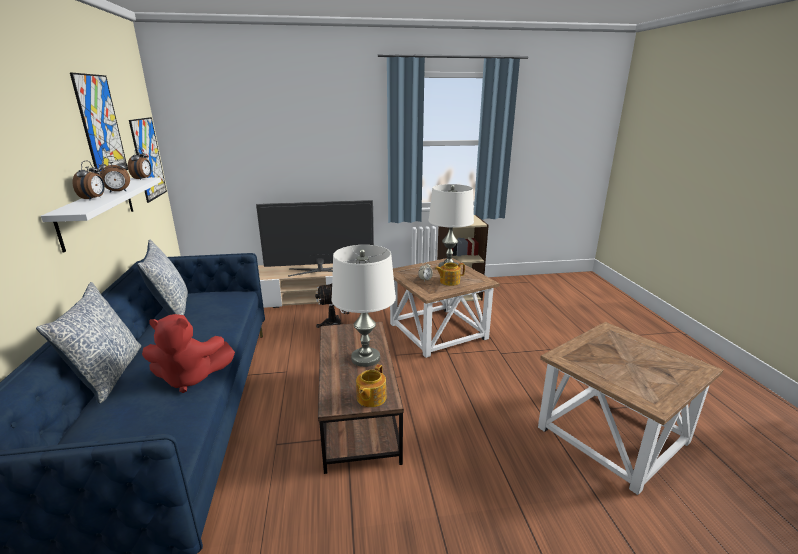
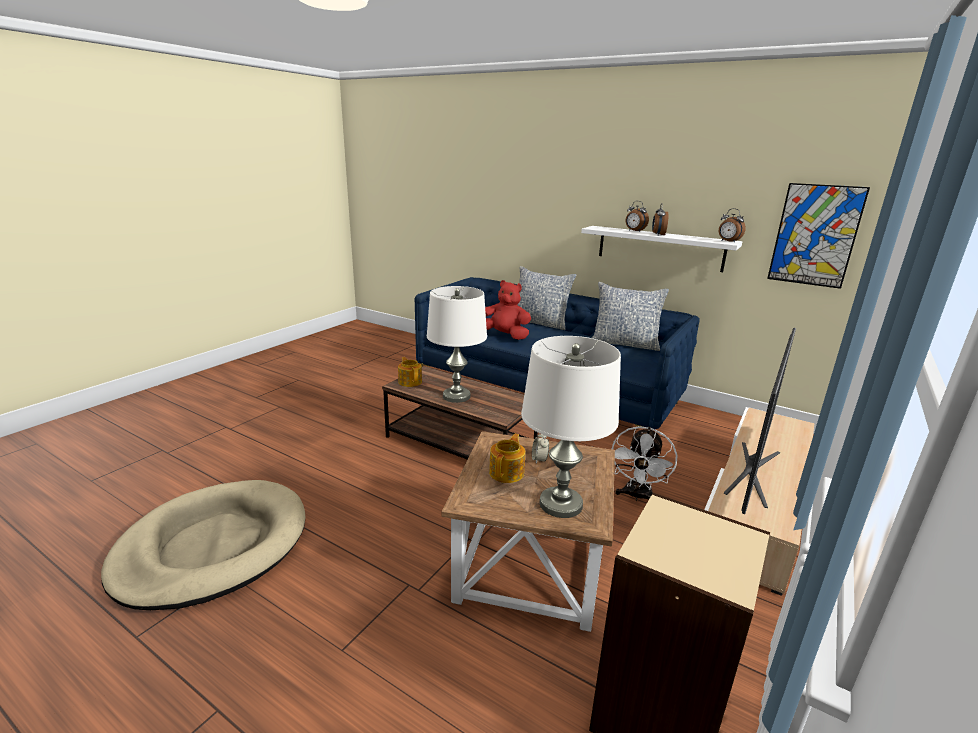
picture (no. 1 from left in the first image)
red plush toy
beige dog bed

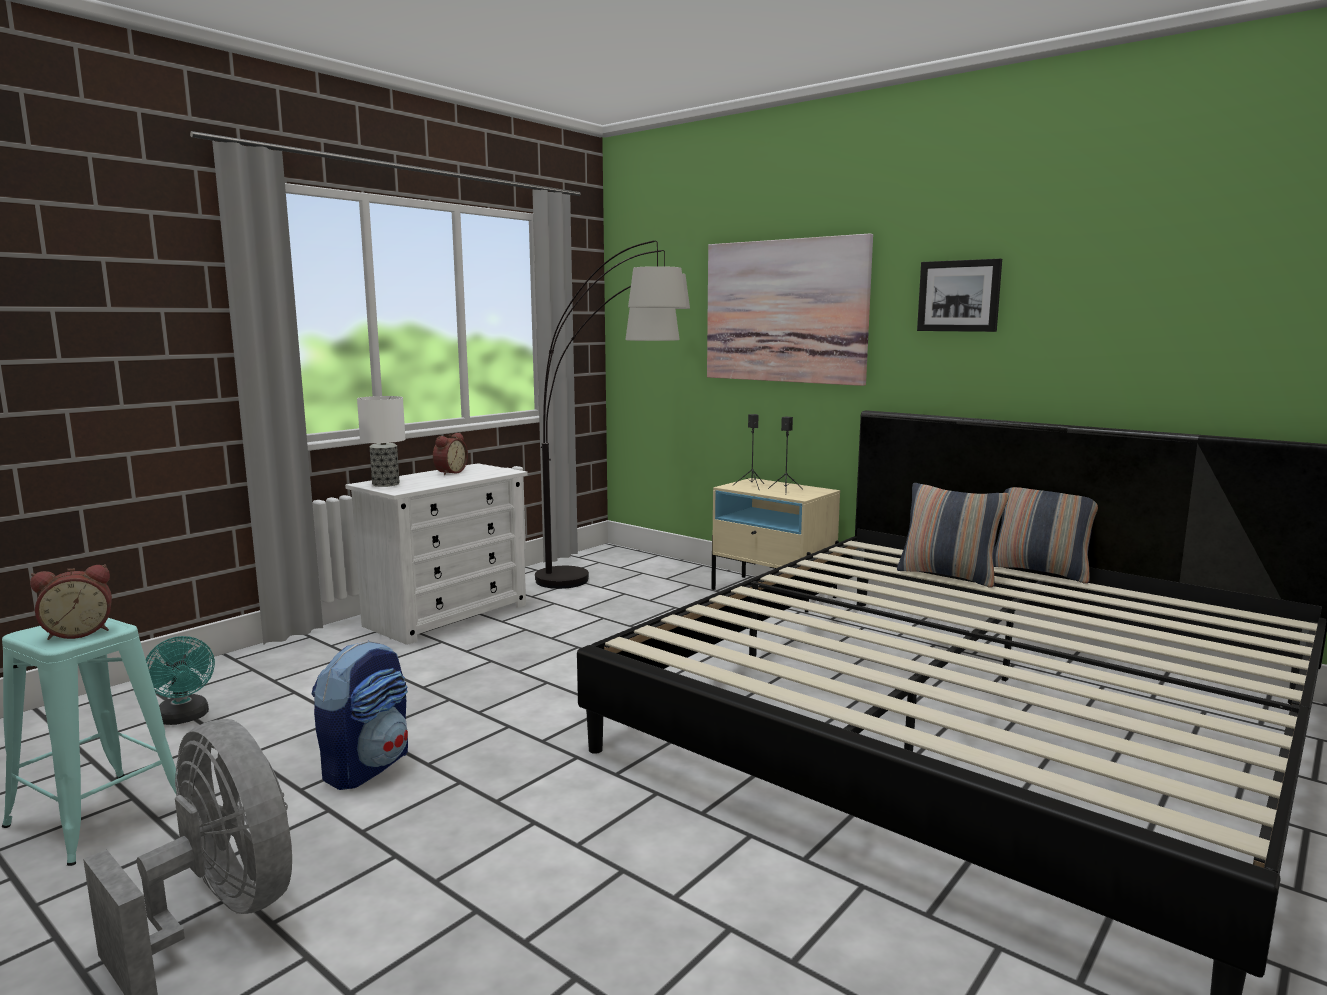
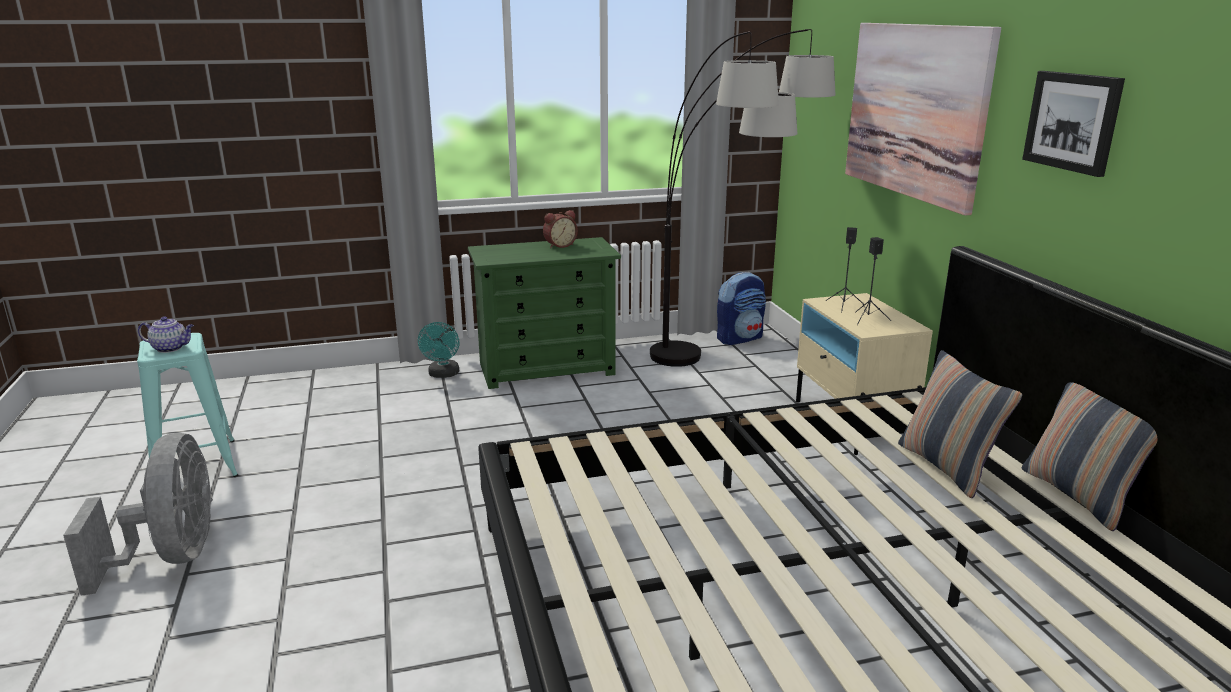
table lamp
green dresser
teapot
turquoise fan
backpack

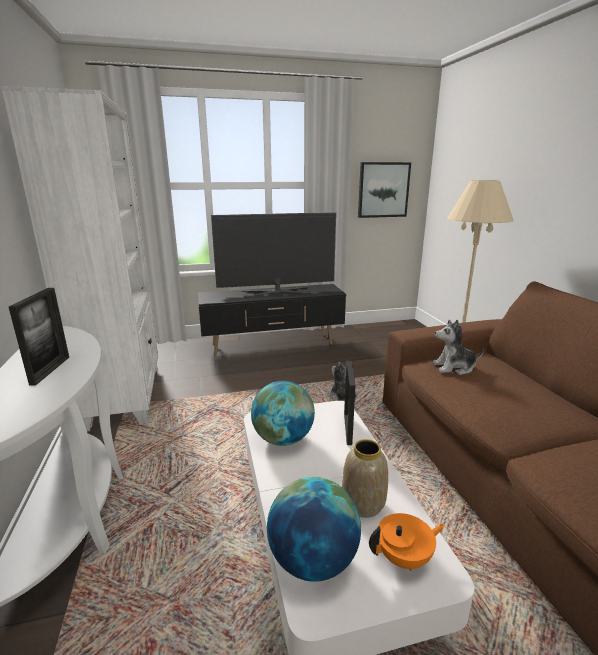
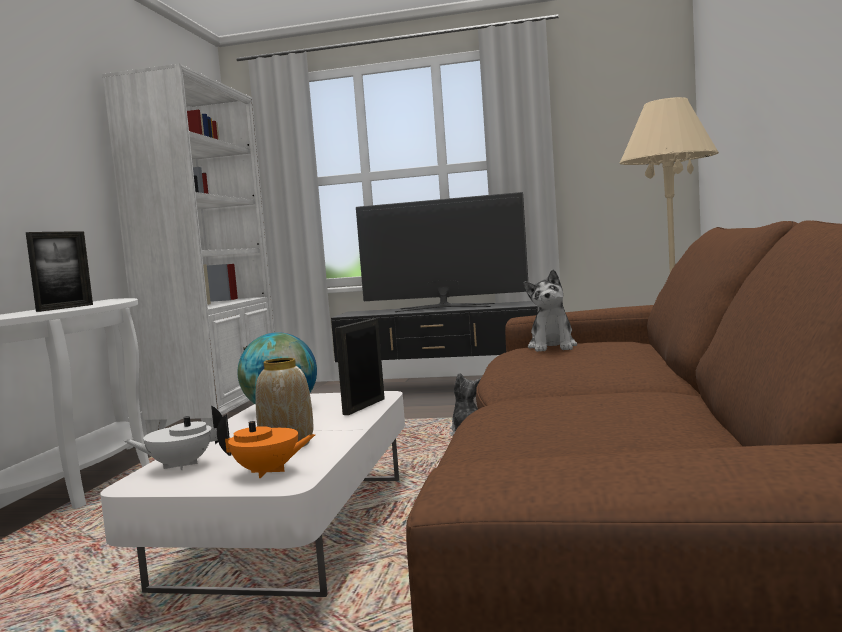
picture
plush toy (no. 2 from left)
white teapot

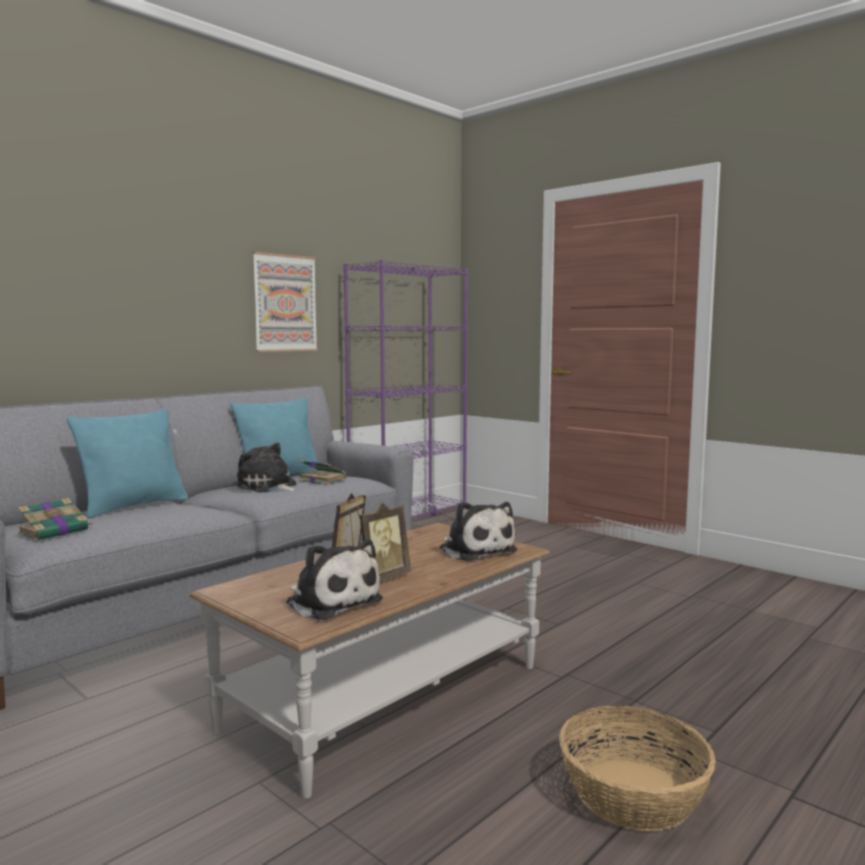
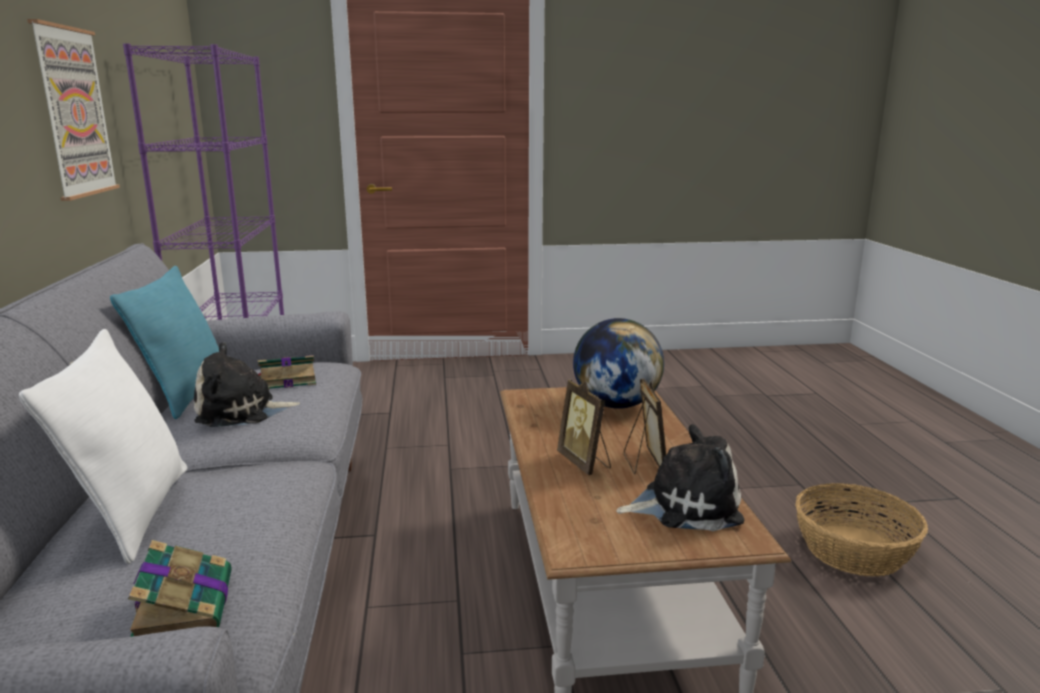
white pillow
globe

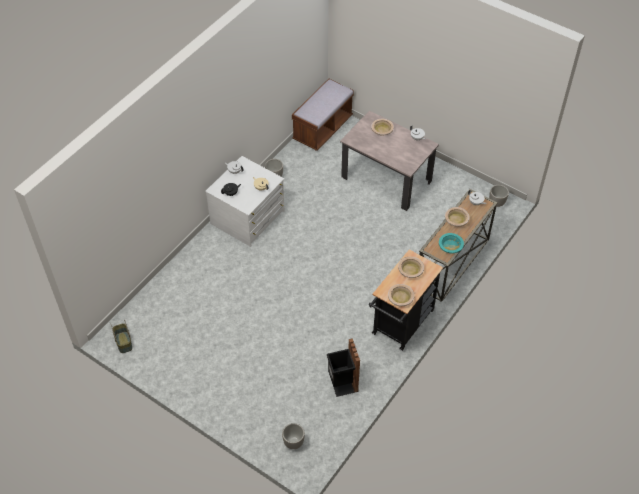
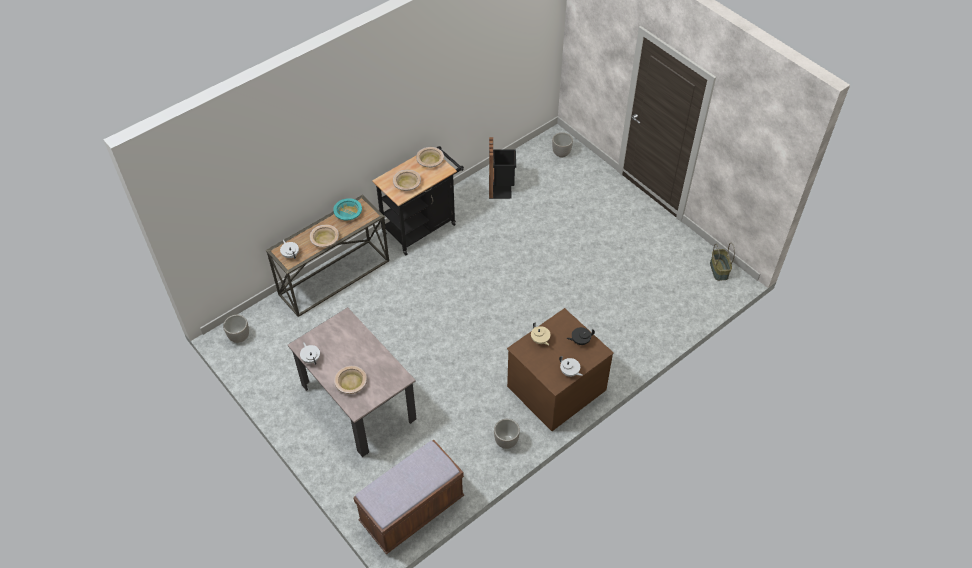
brown dresser

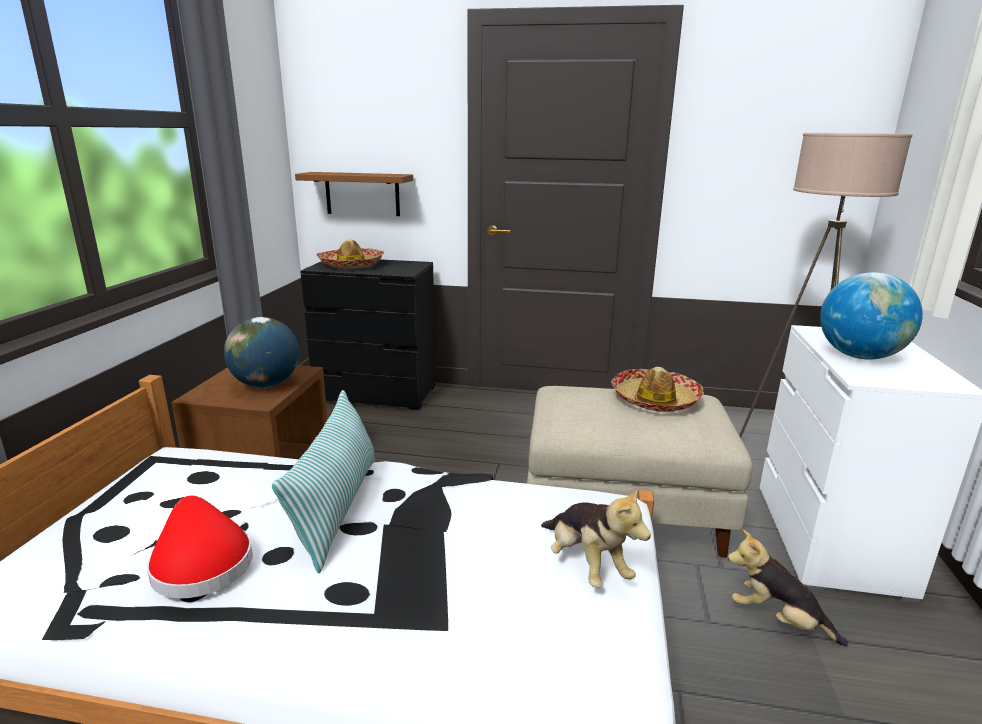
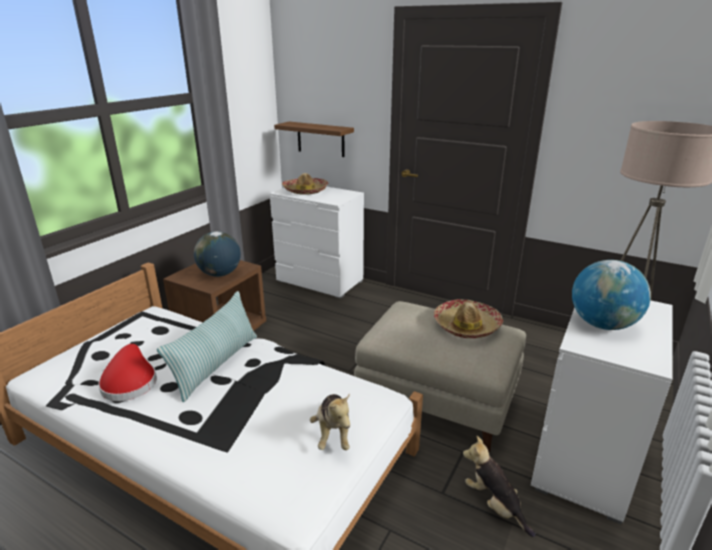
white dresser (no. 1 from left)

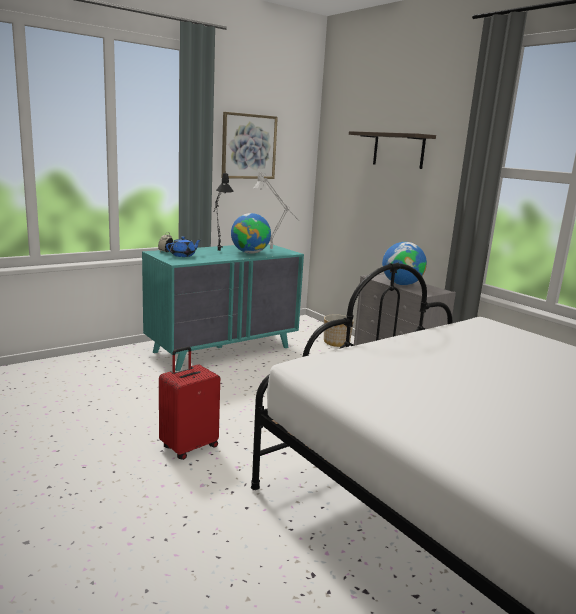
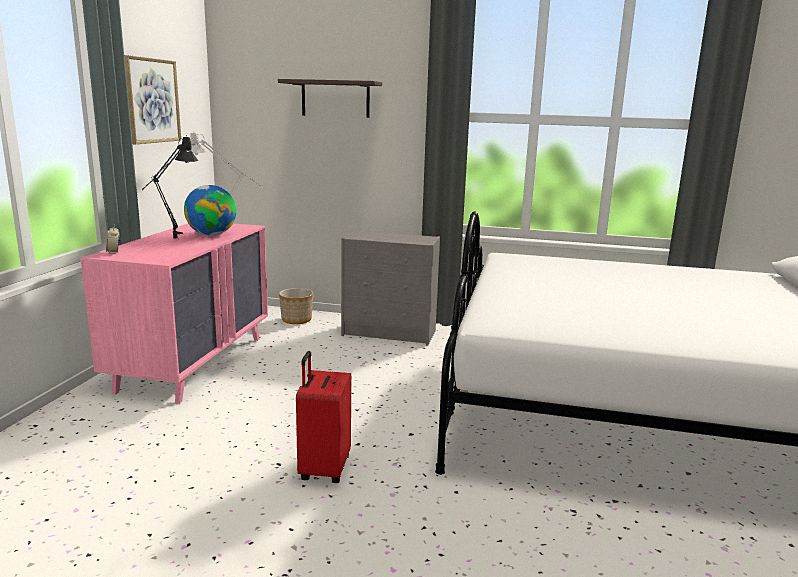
blue teapot
globe (no. 2 from left in the first image)
pink dresser

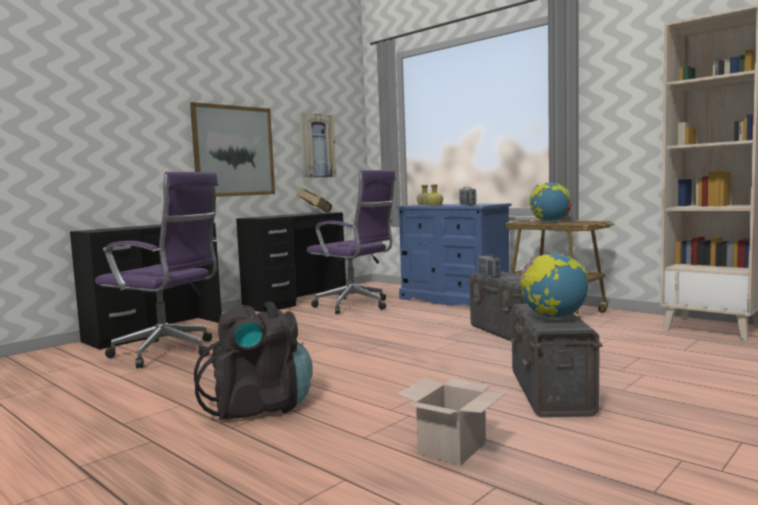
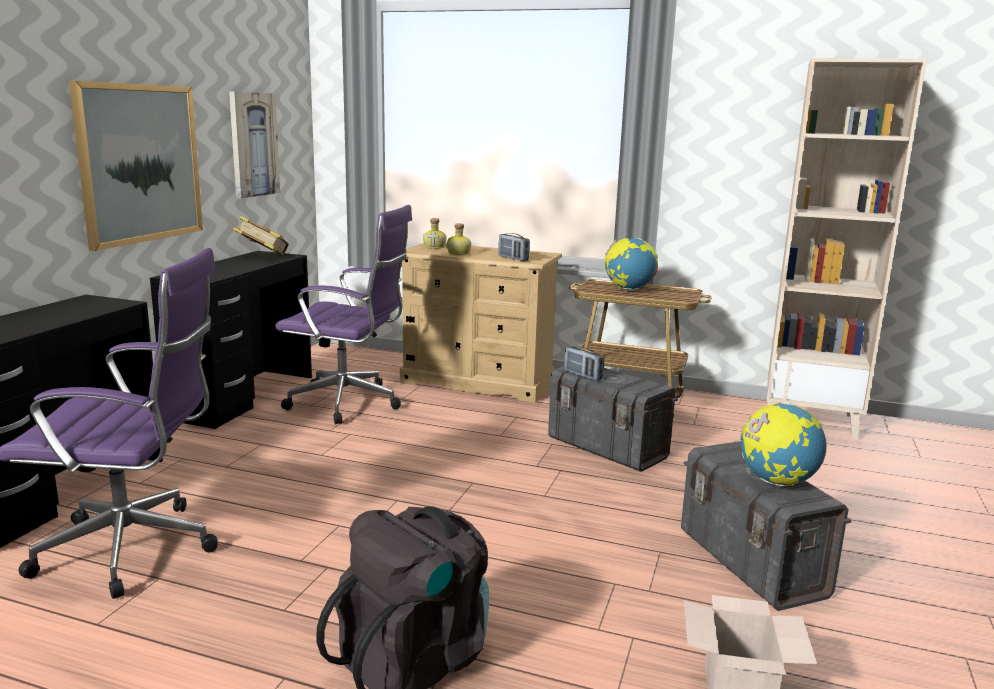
beige dresser

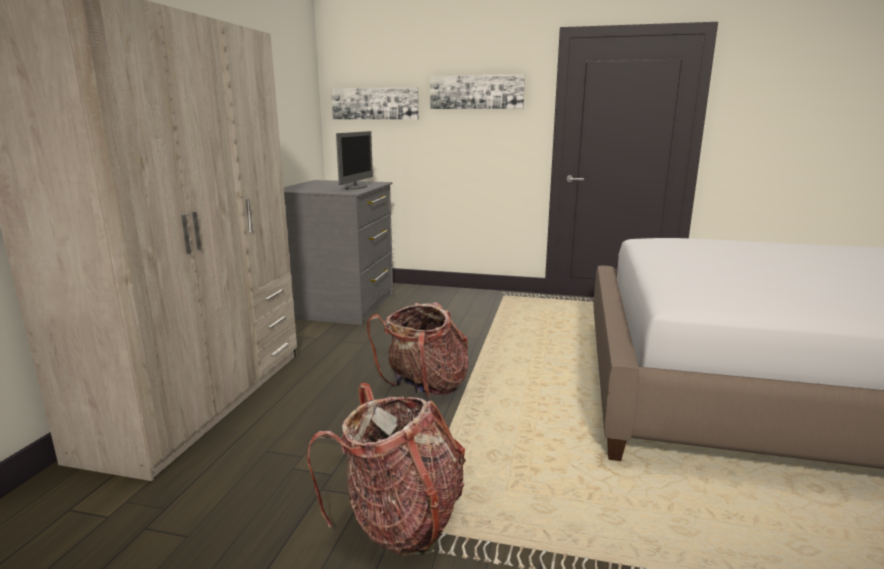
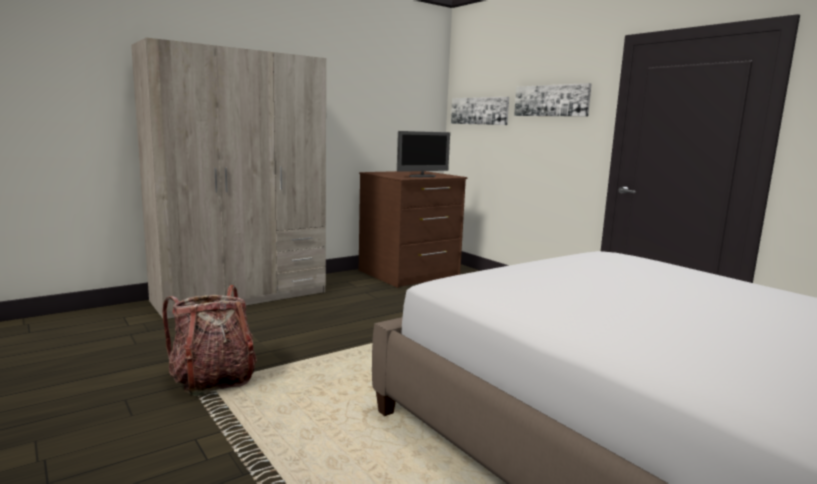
brown dresser
backpack (no. 2 from left in the first image)

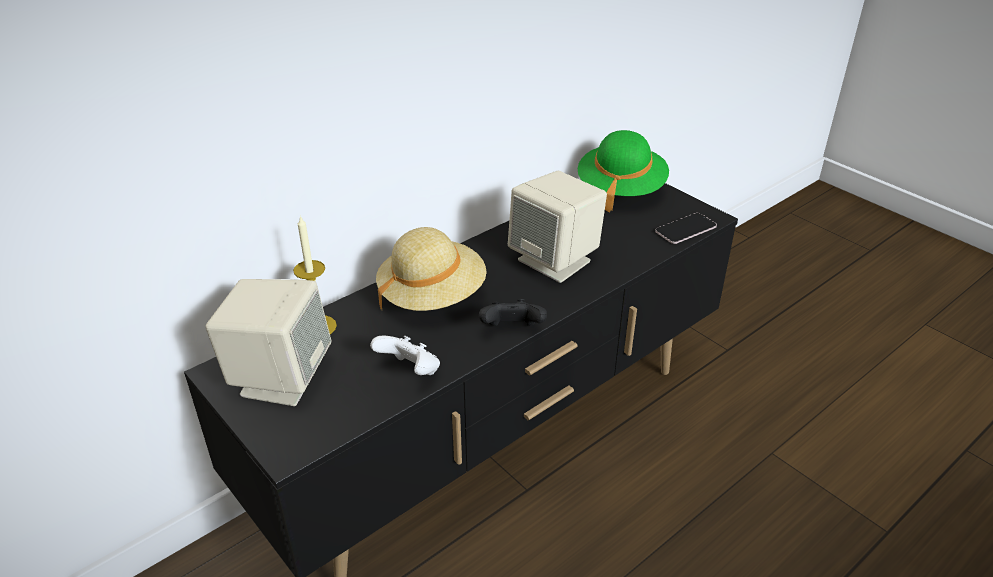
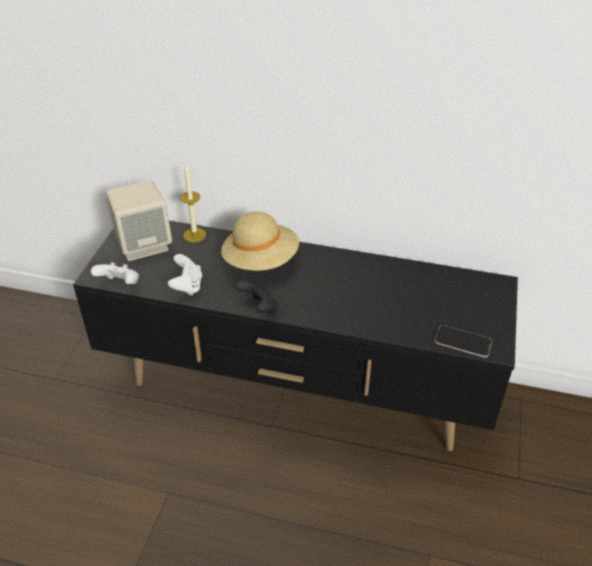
green hat
beige speaker (no. 2 from left in the first image)
white game controller (no. 1 from left)

